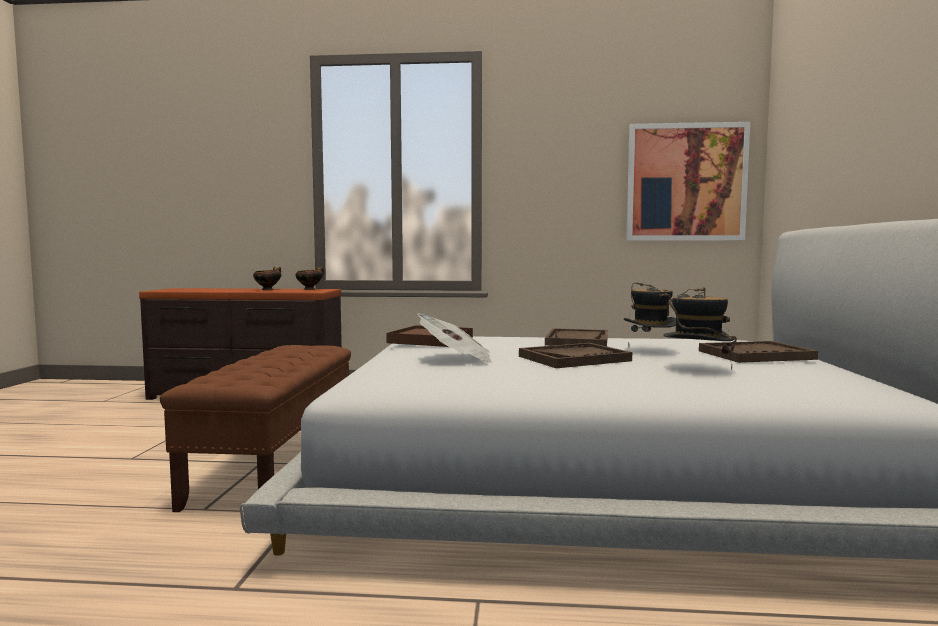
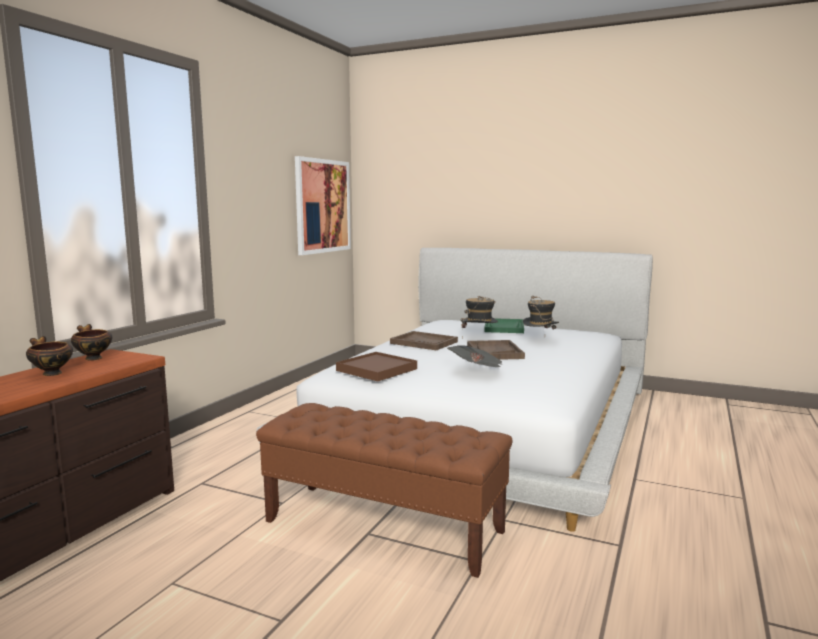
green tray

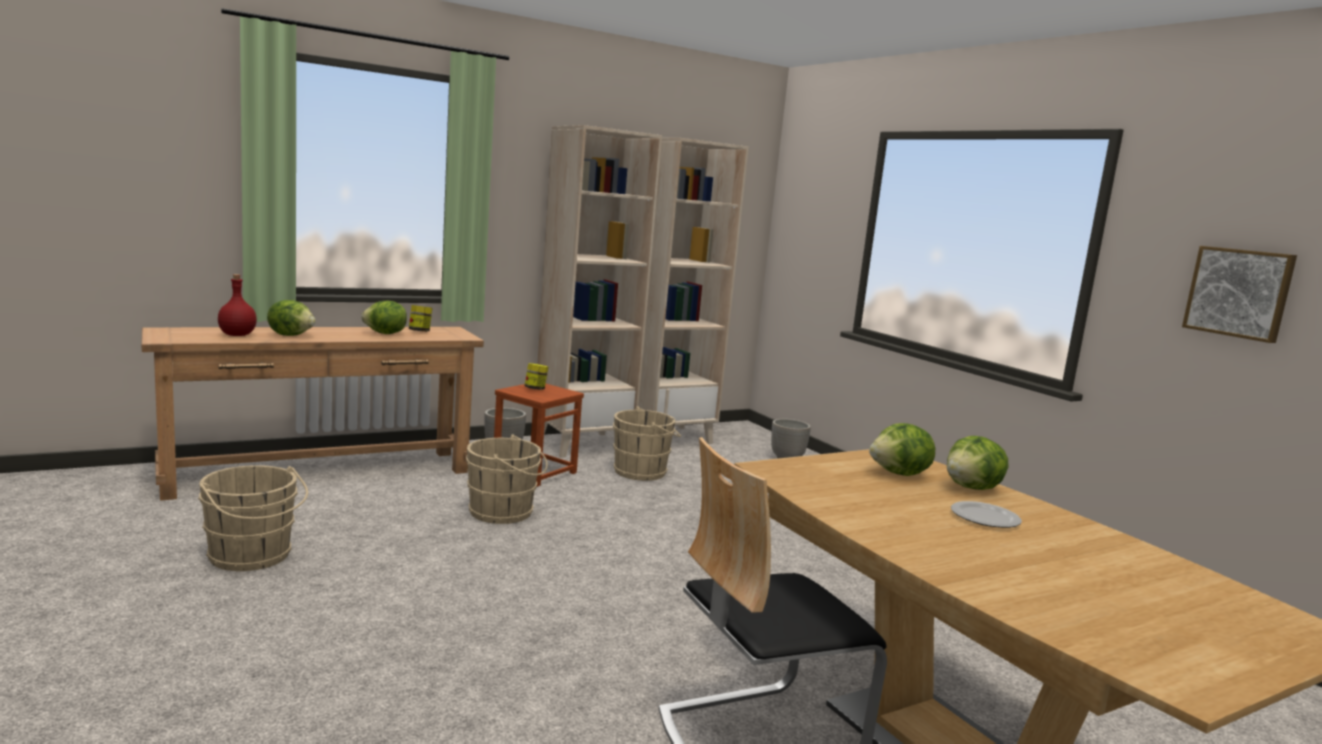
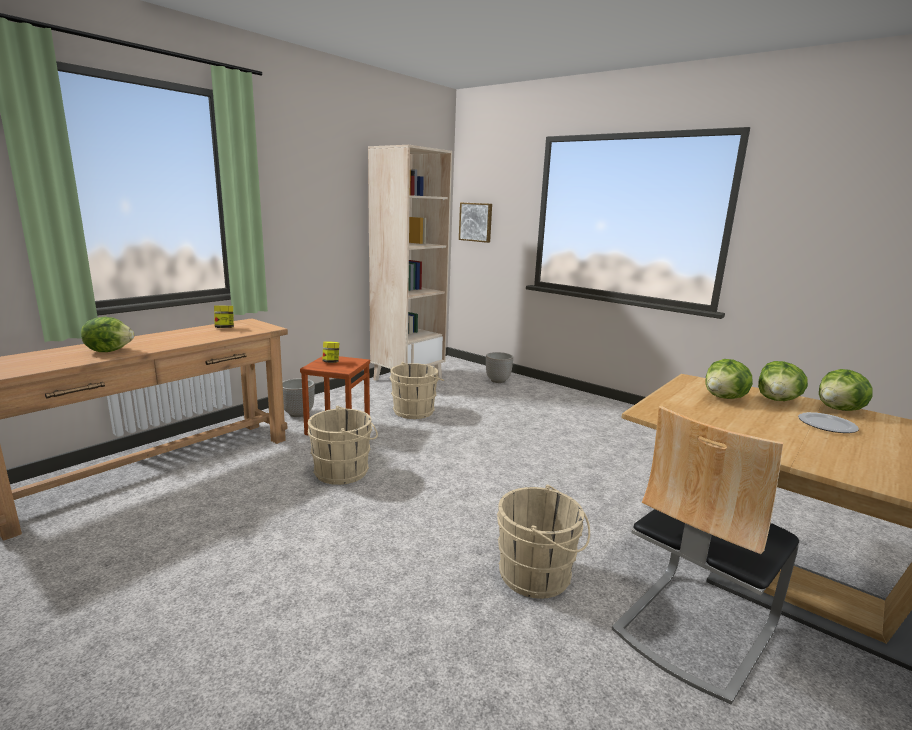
beige bookcase (no. 1 from left in the first image)
picture
red bottle
lettuce (no. 4 from left)
beige bucket (no. 3 from left)

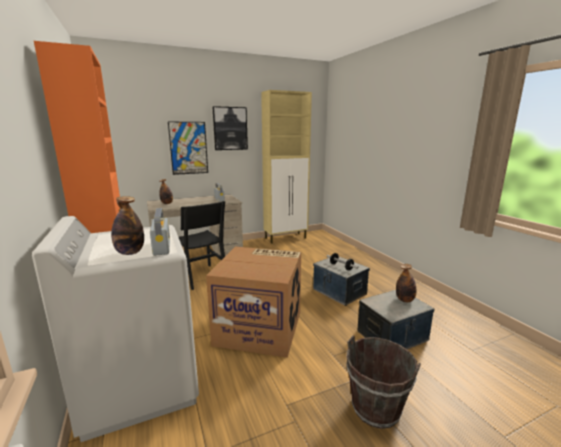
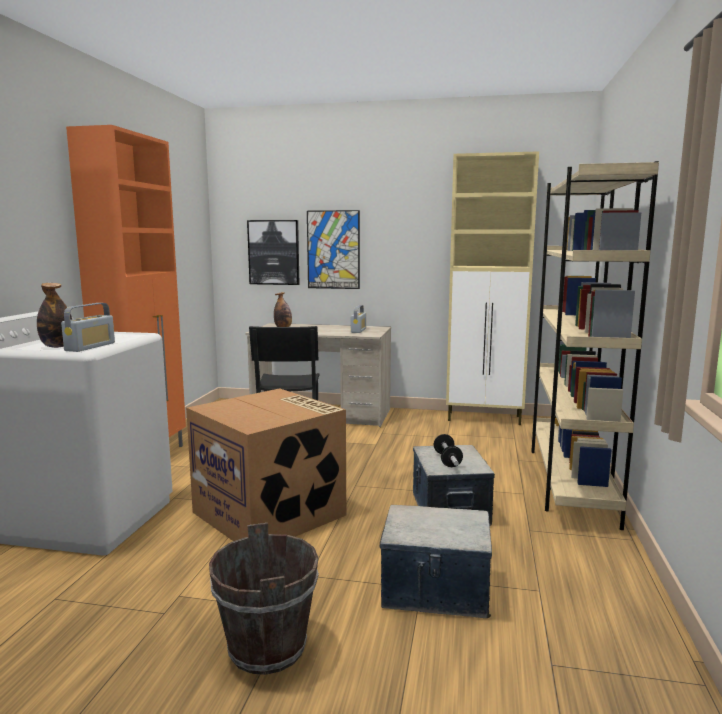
picture (no. 1 from left)
bottle (no. 3 from left in the first image)
beige bookcase

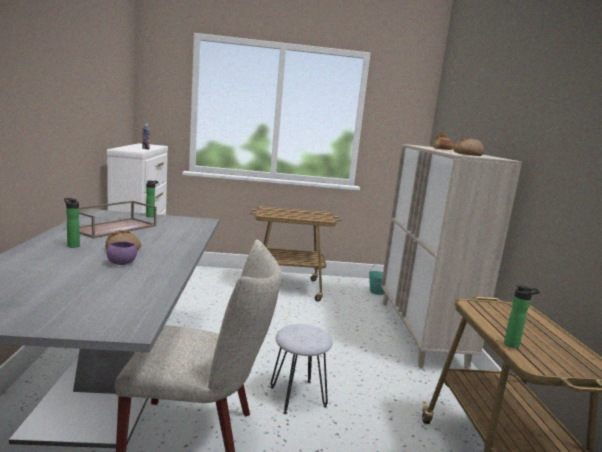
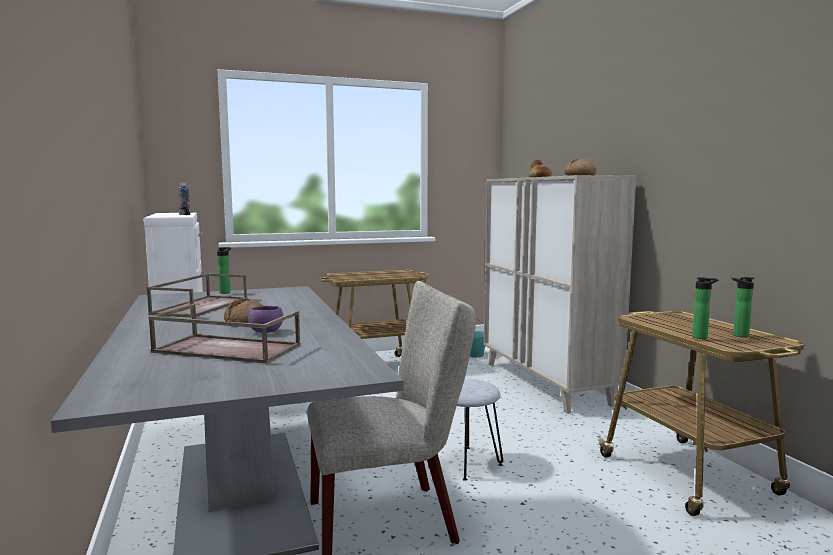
bottle (no. 4 from left)
brown tray (no. 2 from left)

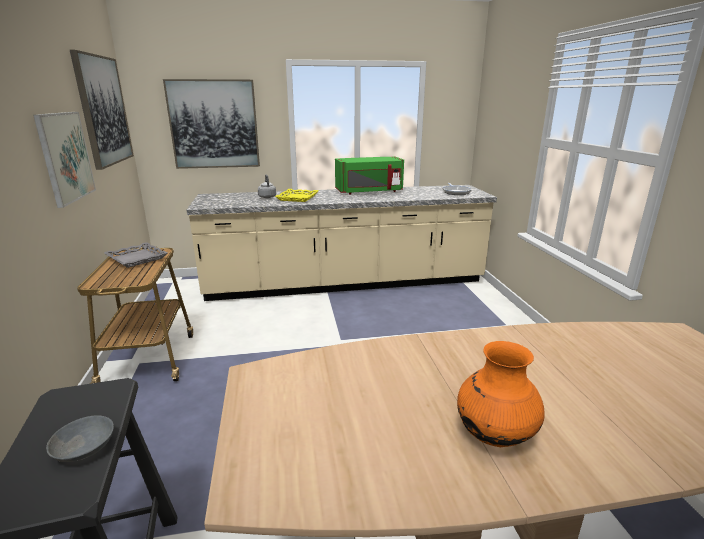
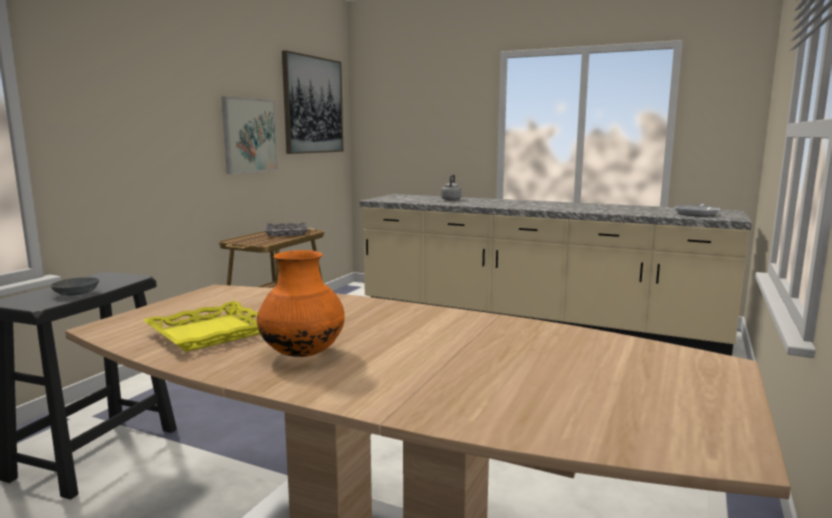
picture (no. 3 from left in the first image)
green microwave
yellow tray

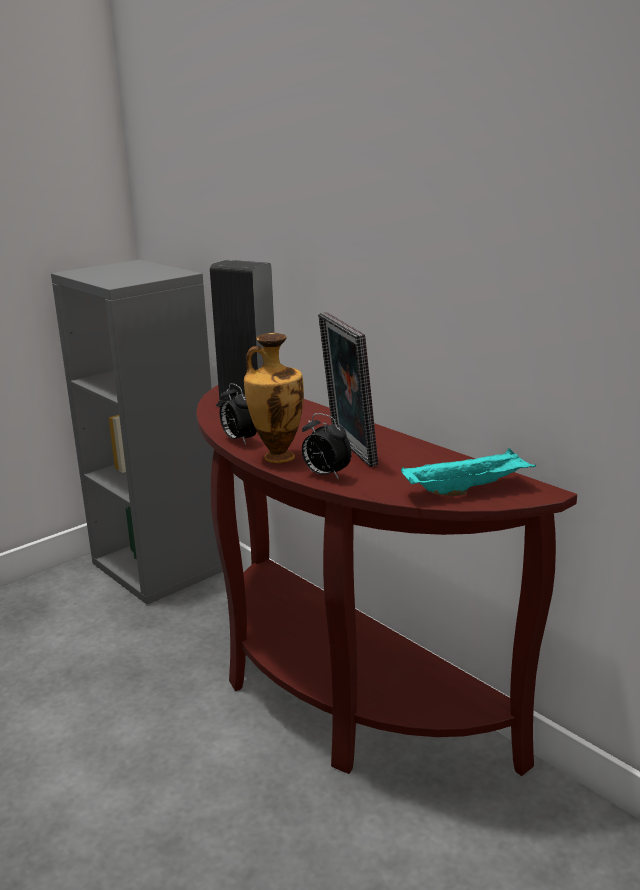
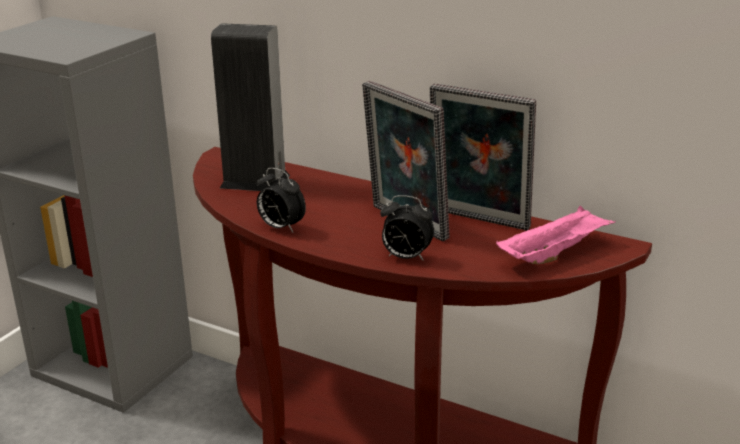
vase
pink tray
picture frame (no. 2 from left)

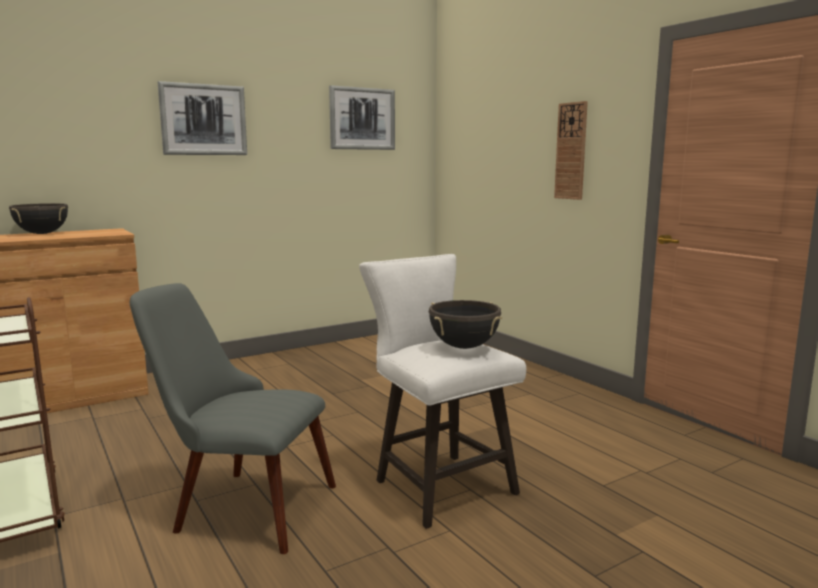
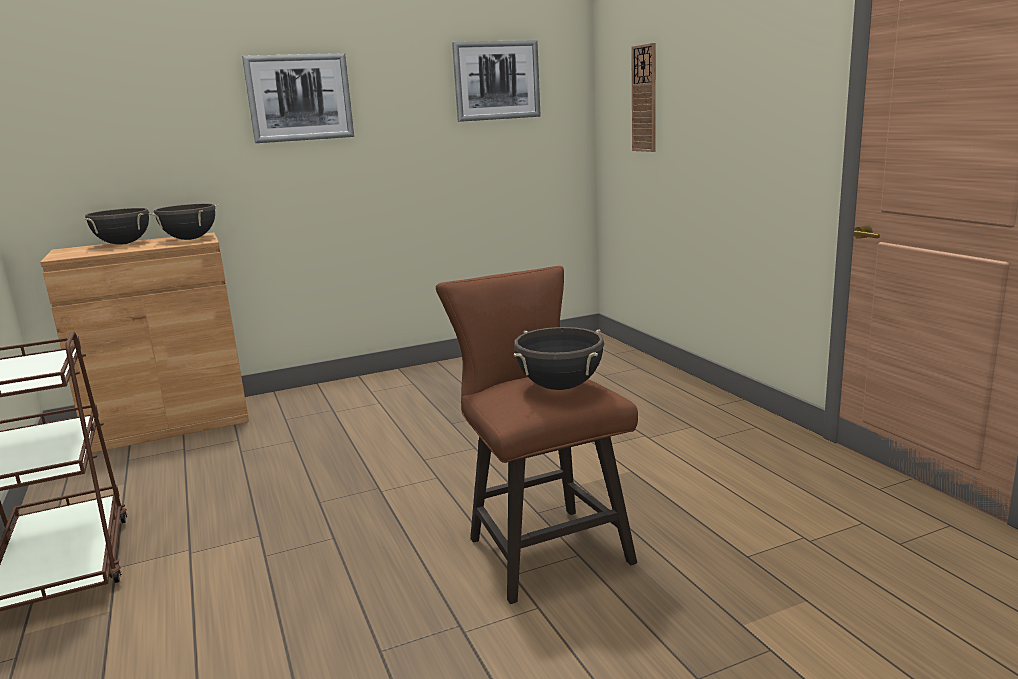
wall clock
brown stool
grey chair
black cooking pot (no. 2 from left)

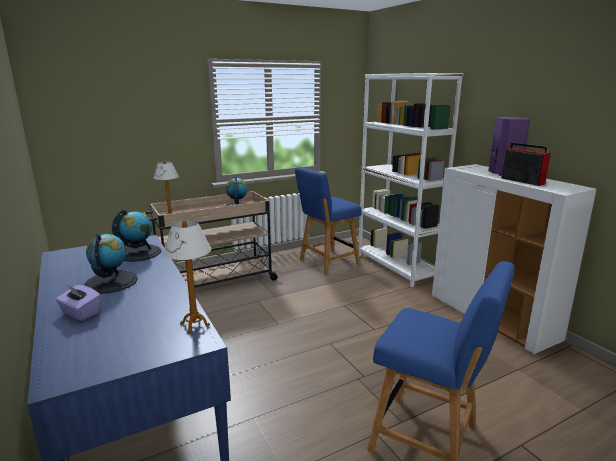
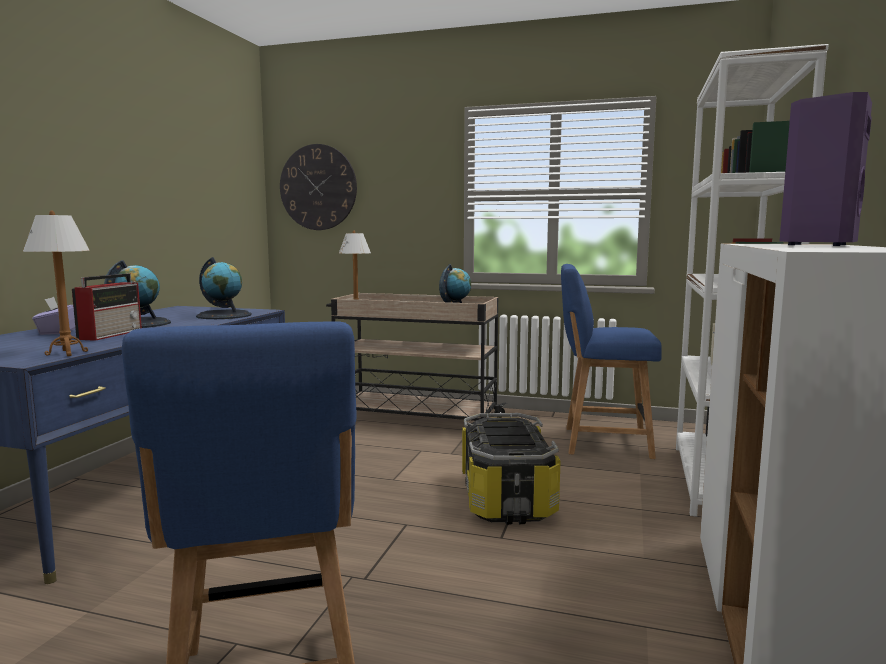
radio
wall clock
storage box

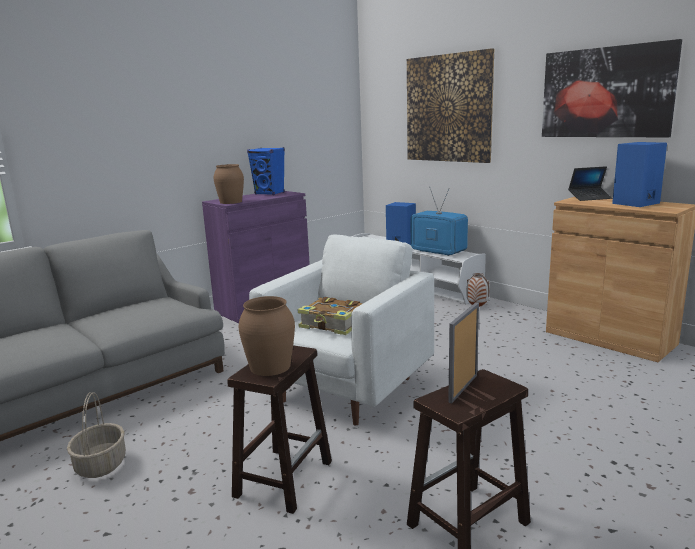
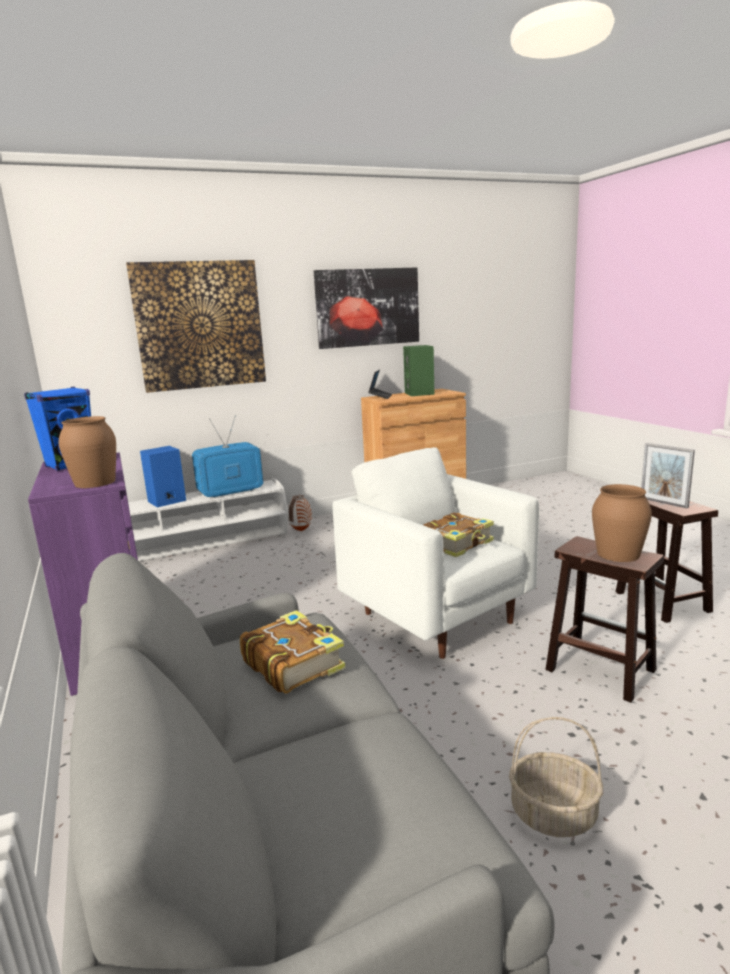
green speaker
book (no. 1 from left)

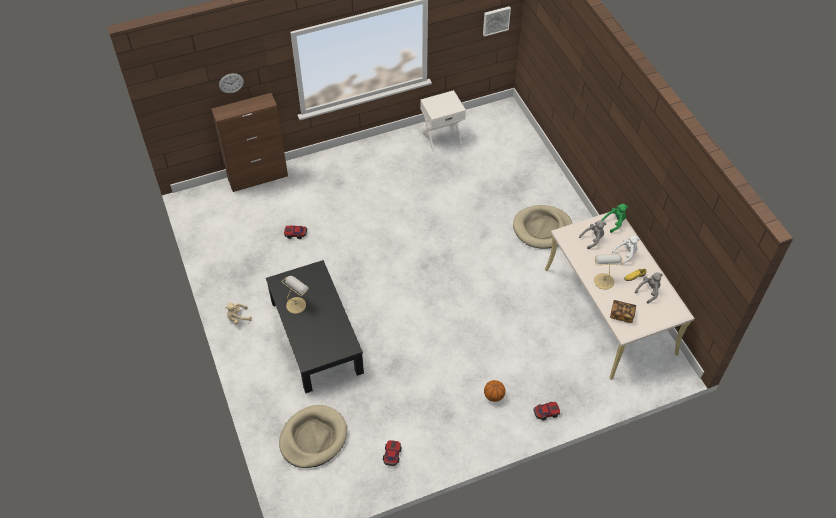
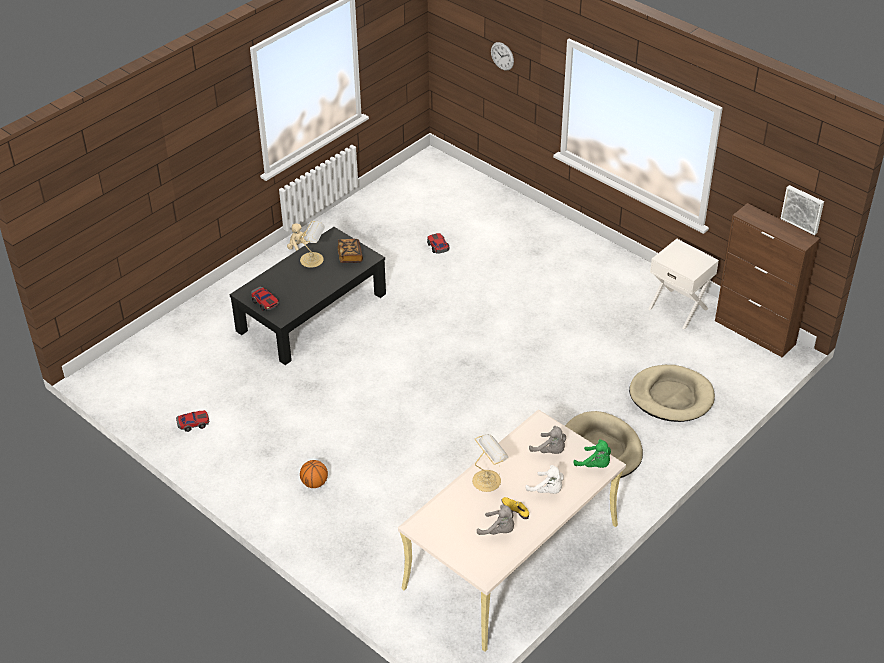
brown cabinet
book
toy car (no. 2 from left)
beige dog bed (no. 2 from left)

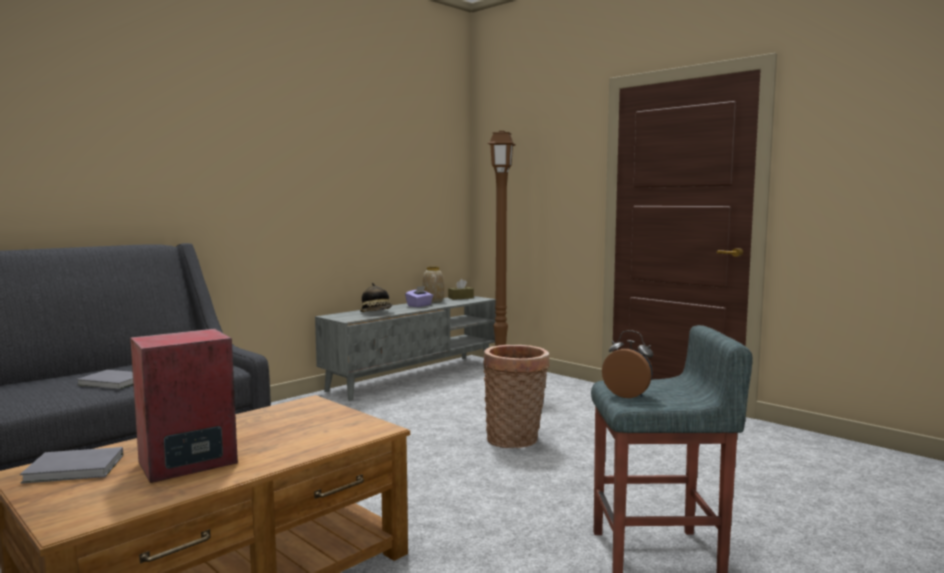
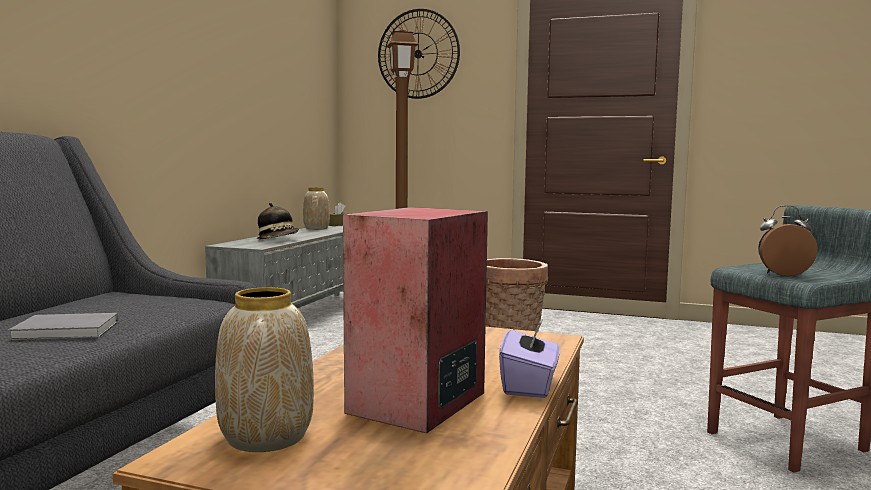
purple tissue box
vase (no. 1 from left)
wall clock

